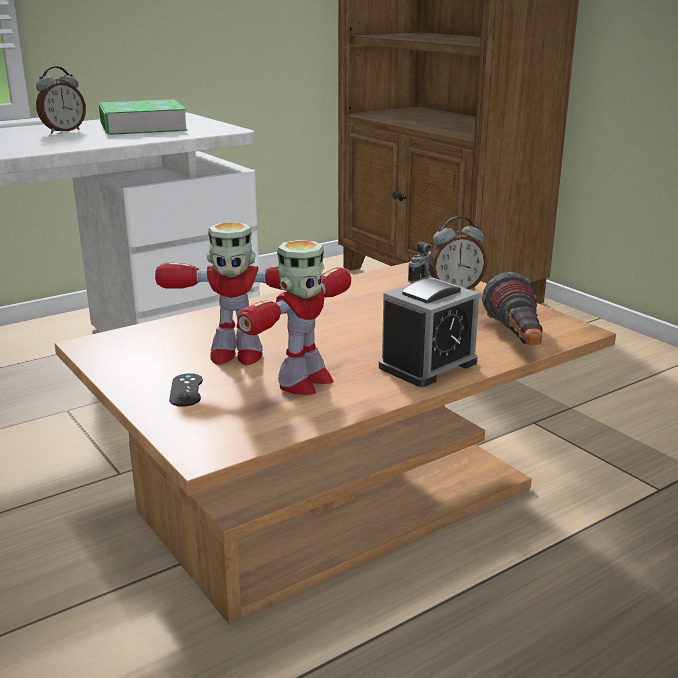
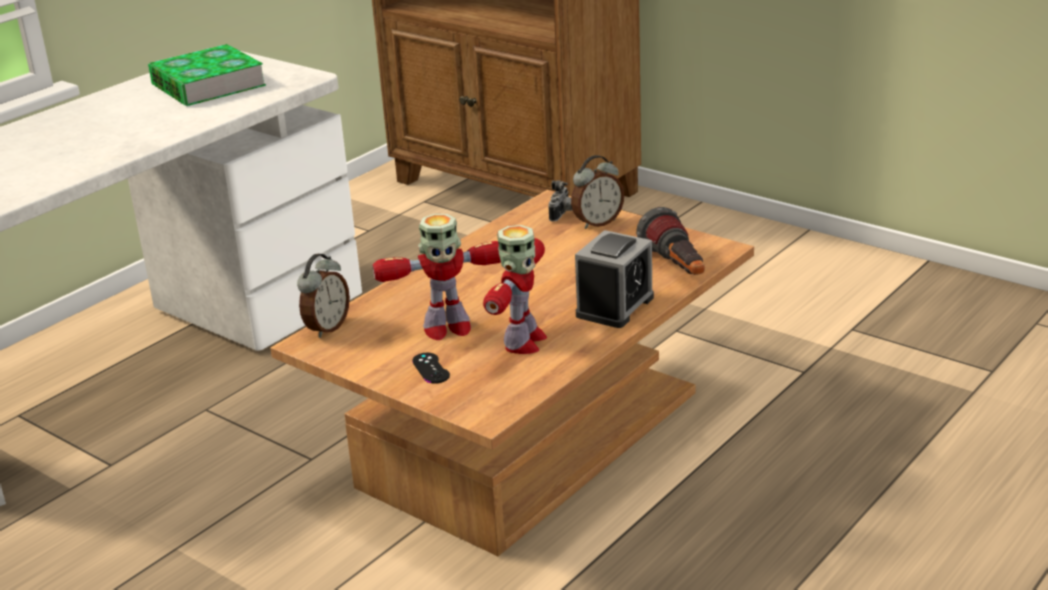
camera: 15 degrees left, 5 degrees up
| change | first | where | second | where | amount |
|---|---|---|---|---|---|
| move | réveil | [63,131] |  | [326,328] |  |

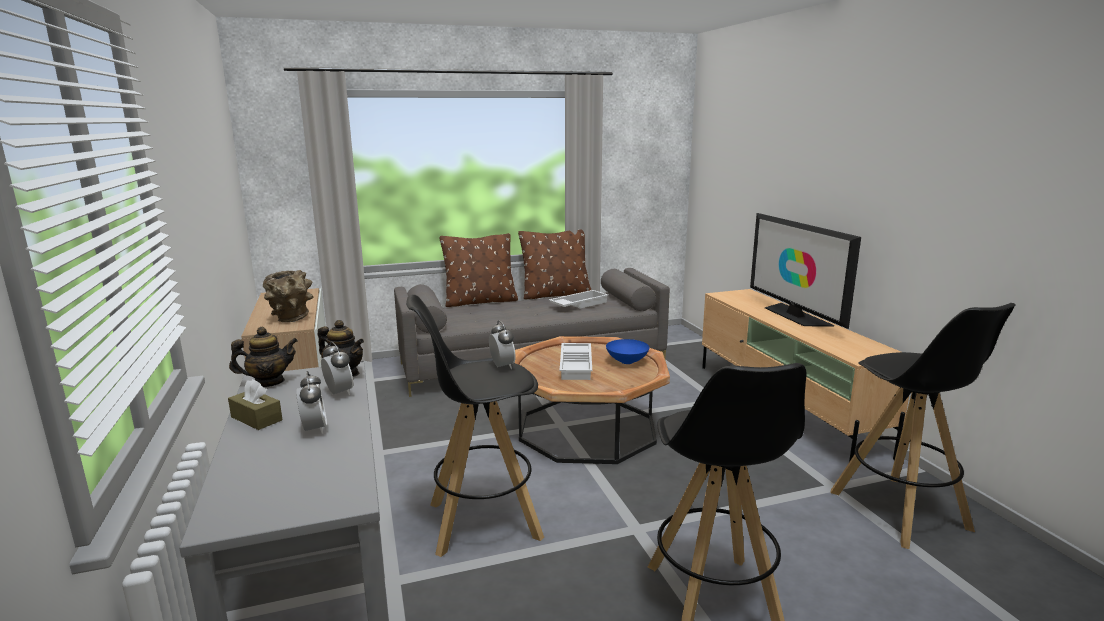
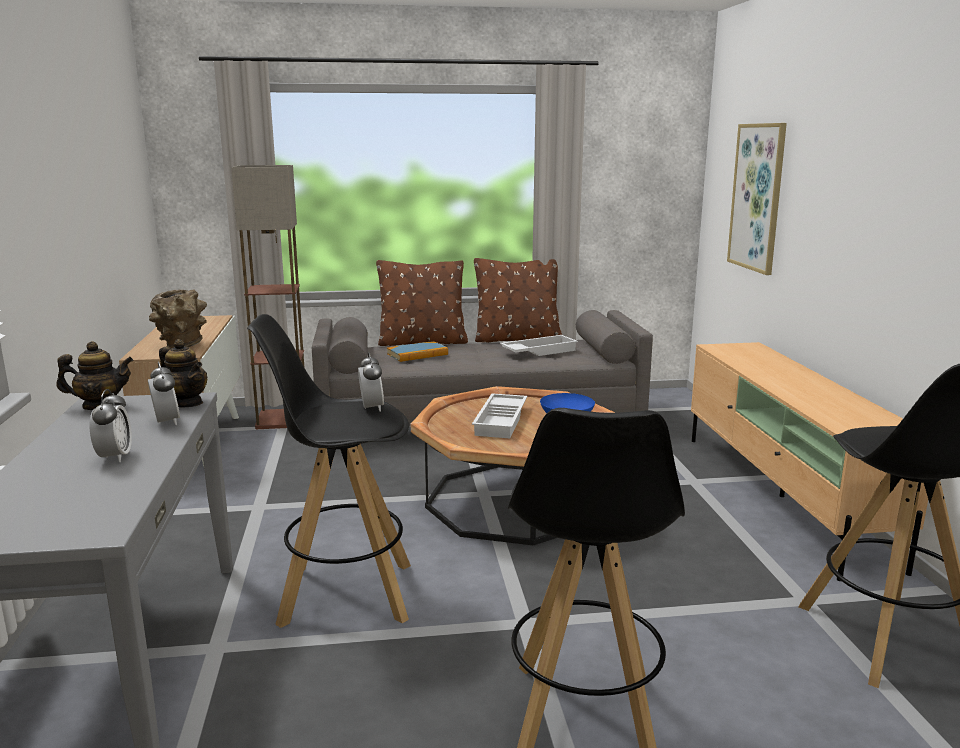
camera: 10 degrees right, 0 degrees up
| change | first | where | second | where | amount |
|---|---|---|---|---|---|
| delete | téléviseur | [795,315] |  |  |  |
| delete | boîte à mouchoirs (marron) | [256,418] |  |  |  |
| insert |  |  | tableau | [757,197] |  |
| insert |  |  | lampadaire | [283,419] |  |
| insert |  |  | livre | [417,354] |  |

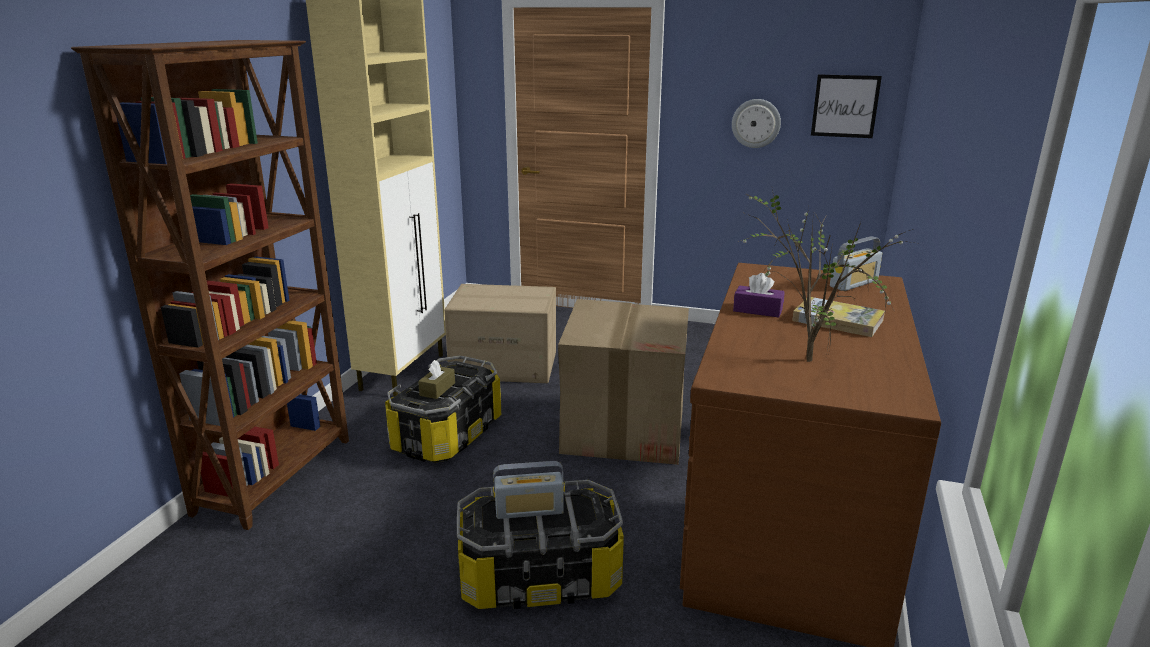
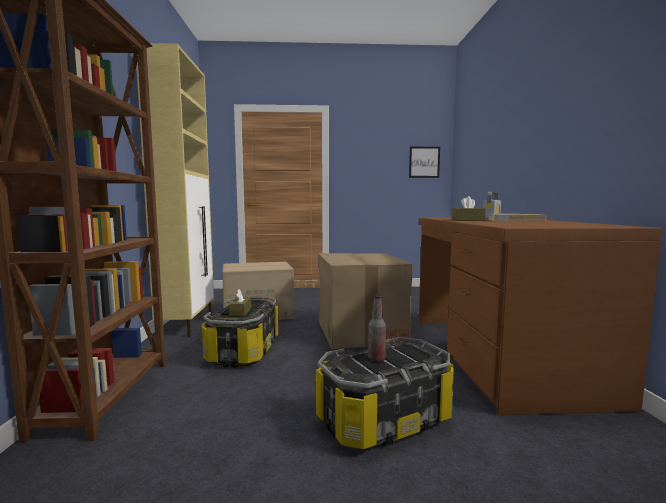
camera: 20 degrees left, 15 degrees down
| change | first | where | second | where | amount |
|---|---|---|---|---|---|
| delete | horloge murale | [756,123] |  |  |  |
| delete | plante en pot | [803,361] |  |  |  |
| recolor | boîte à mouchoirs (violet) | [757,310] | boîte à mouchoirs (marron) | [468,220] |  |
| replace | radio | [529,510] | bouteille | [376,359] |  |

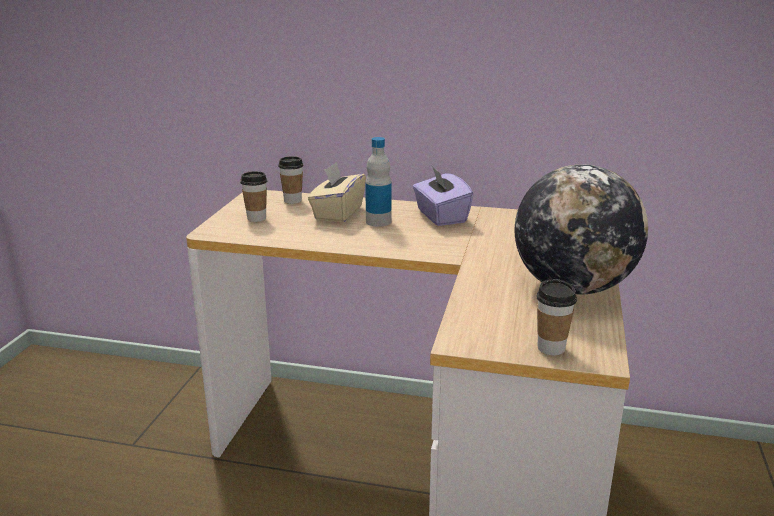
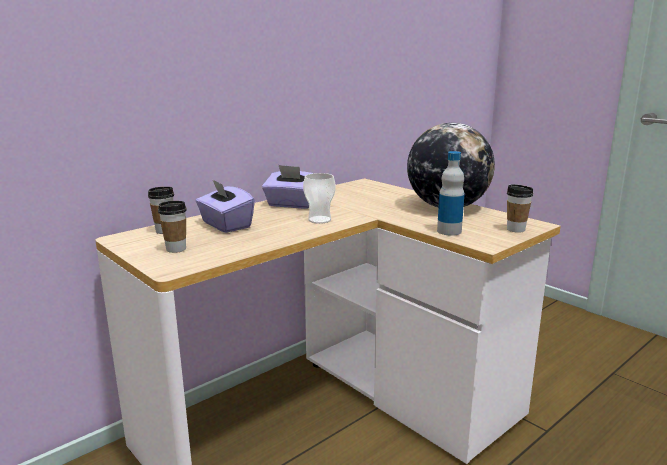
camera: 55 degrees left, 5 degrees down
| change | first | where | second | where | amount |
|---|---|---|---|---|---|
| move | bouteille | [378,221] |  | [449,231] |  |
| recolor | boîte à mouchoirs (beige) | [337,213] | boîte à mouchoirs (violet) | [225,225] |  |
| insert |  |  | tasse | [319,220] |  |

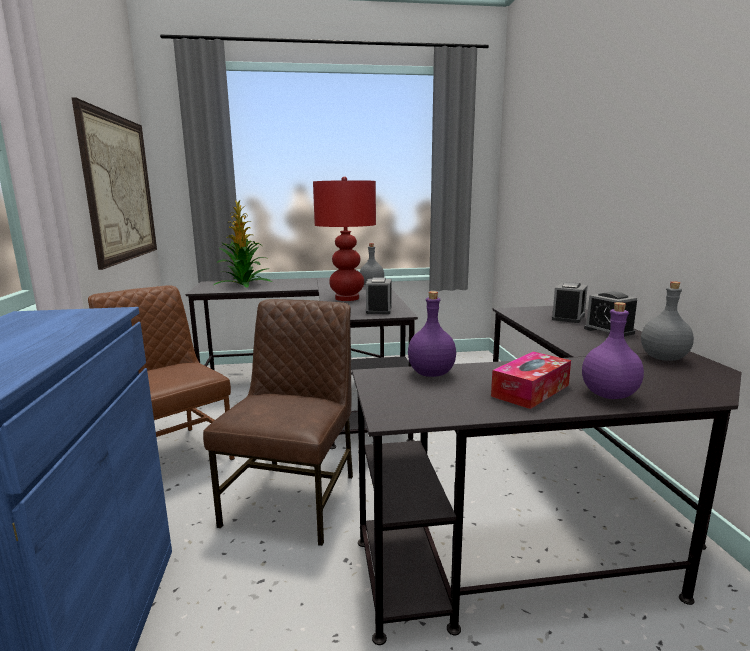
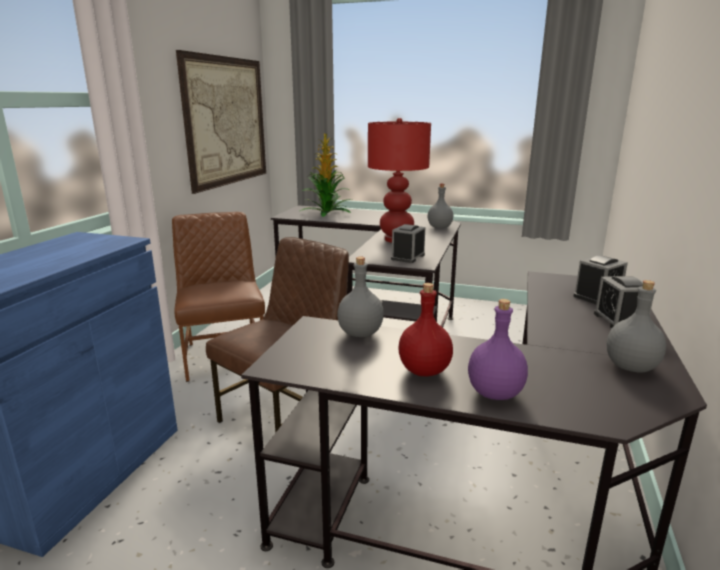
camera: 25 degrees right, 5 degrees up
| change | first | where | second | where | amount |
|---|---|---|---|---|---|
| recolor | bouteille (violet) | [431,374] | bouteille (gris) | [359,333] |  |
| replace | boîte à mouchoirs | [530,390] | bouteille (rouge) | [424,370] |  |

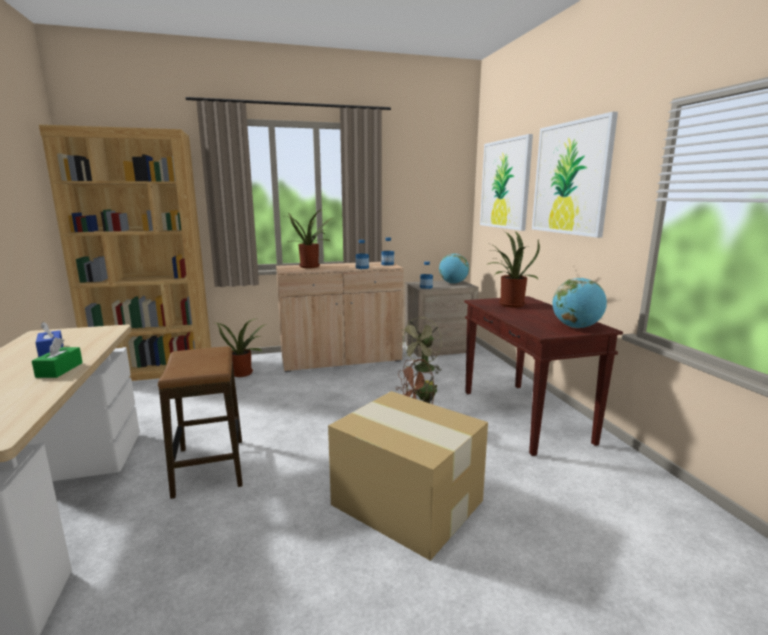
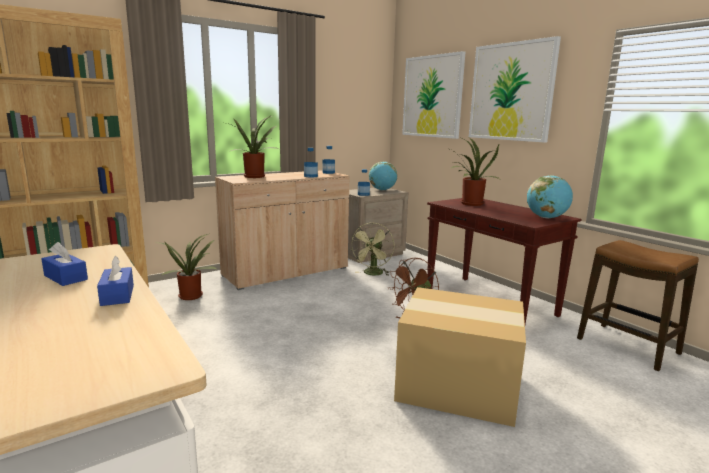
camera: 20 degrees left, 0 degrees up
| change | first | where | second | where | amount |
|---|---|---|---|---|---|
| recolor | boîte à mouchoirs (vert) | [59,370] | boîte à mouchoirs (bleu) | [117,295] |  |
| move | tabouret | [210,467] |  | [628,346] |  |

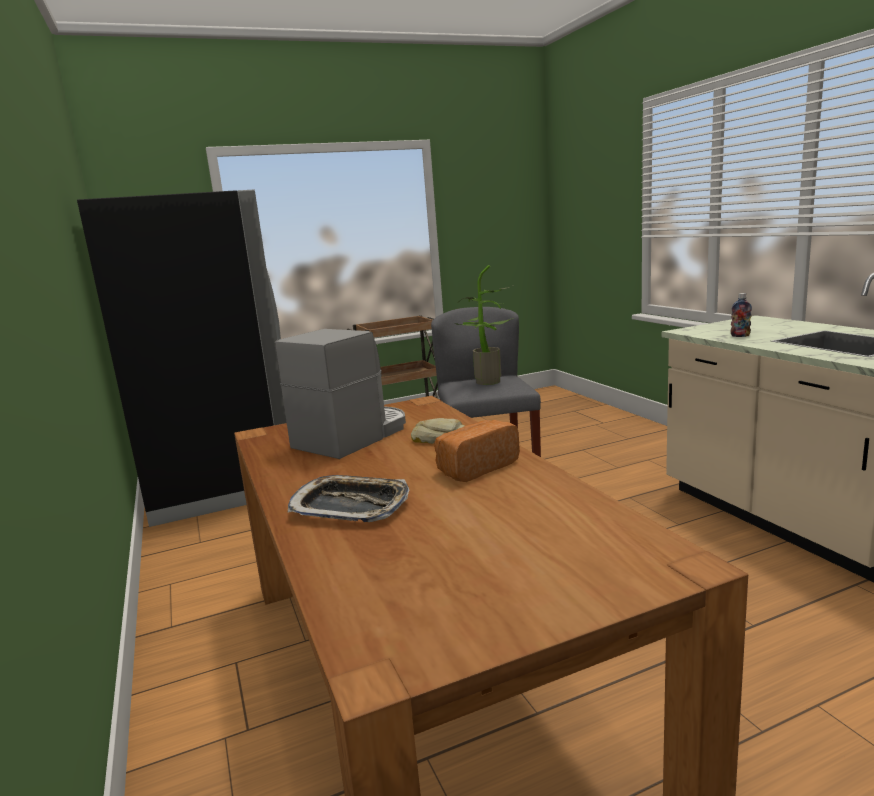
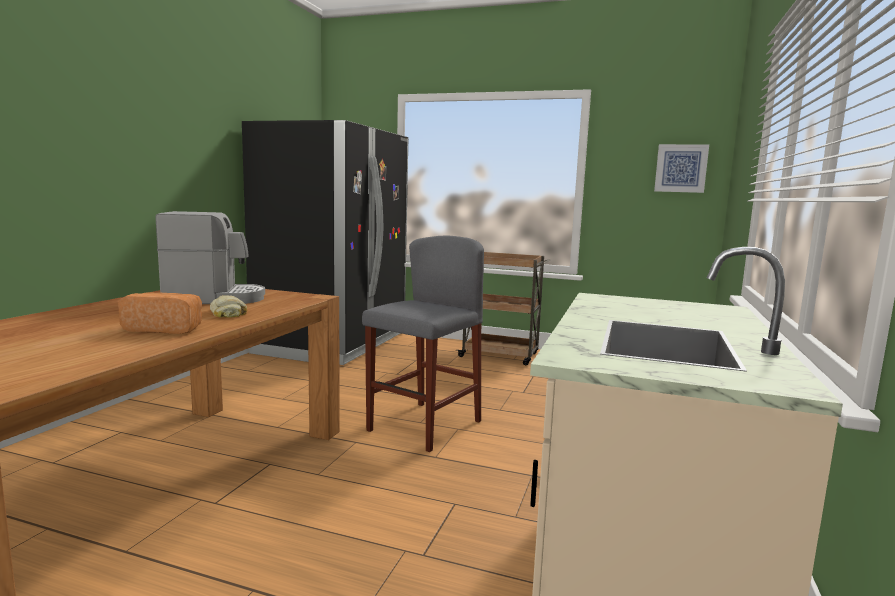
camera: 40 degrees right, 5 degrees down
| change | first | where | second | where | amount |
|---|---|---|---|---|---|
| delete | plante en pot | [486,383] |  |  |  |
| delete | bouteille | [740,336] |  |  |  |
| delete | plateau | [350,506] |  |  |  |
| insert |  |  | tableau | [681,168] |  |

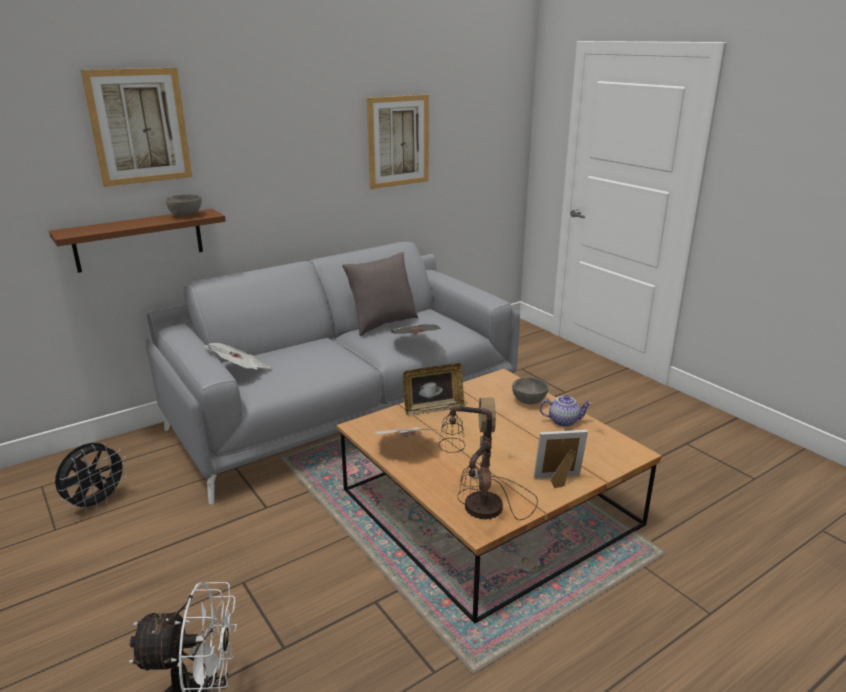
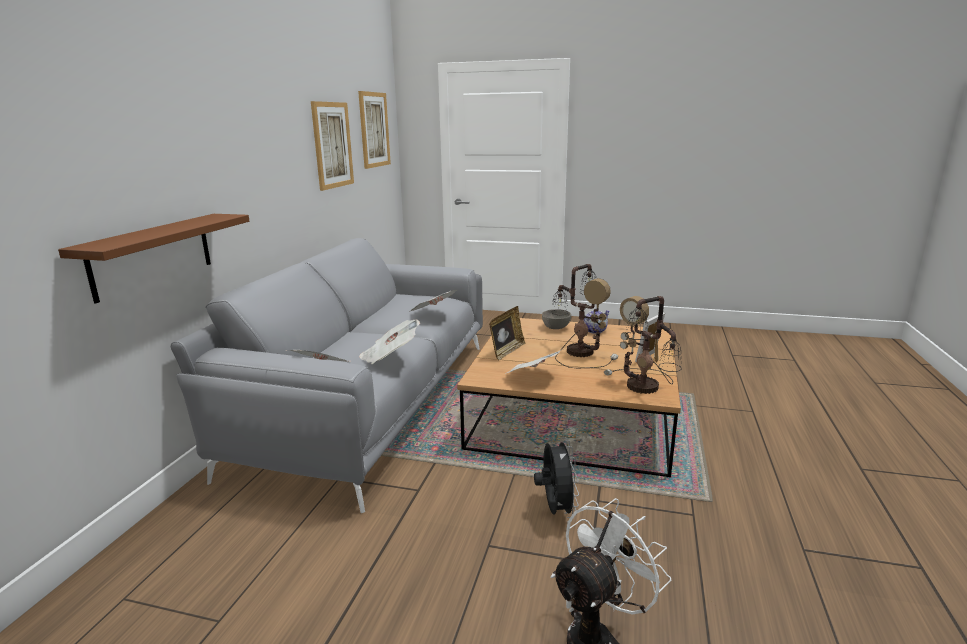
camera: 40 degrees left, 5 degrees down
| change | first | where | second | where | amount |
|---|---|---|---|---|---|
| move | tableau | [139,126] |  | [374,130] |  |
| delete | bol (gris) | [185,215] |  |  |  |
| delete | coussin (gris) | [382,324] |  |  |  |
| move | ventilateur (noir) | [97,502] |  | [555,510] |  |
| insert |  |  | lampe de table | [579,351] |  |
| insert |  |  | journal | [390,356] |  |

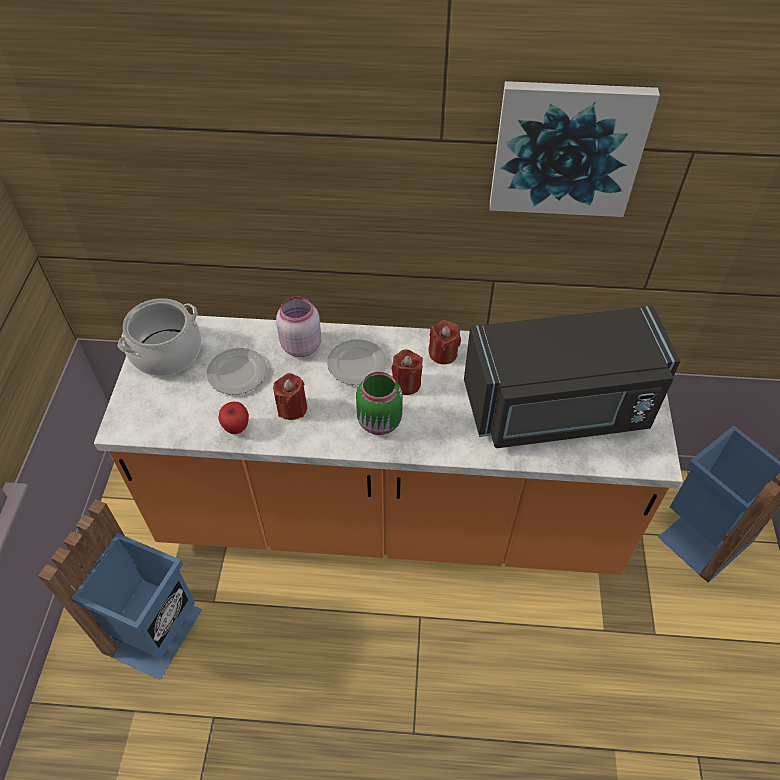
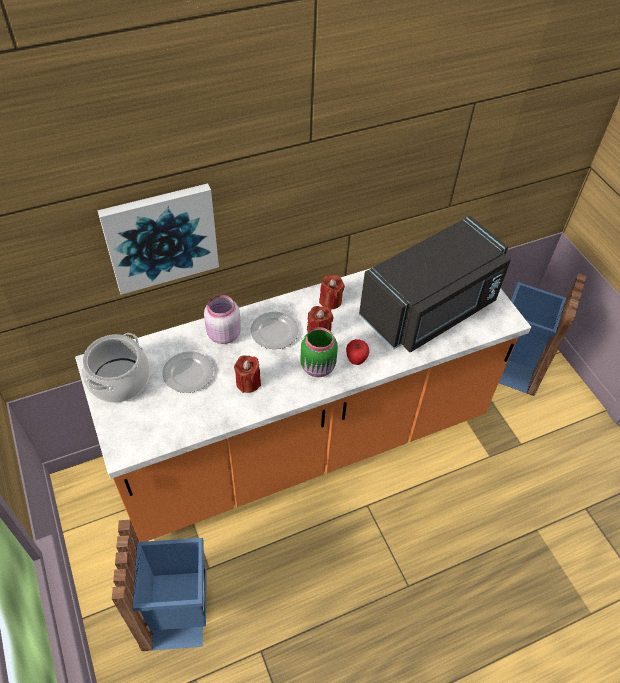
camera: 30 degrees left, 0 degrees up
| change | first | where | second | where | amount |
|---|---|---|---|---|---|
| move | tableau | [567,149] |  | [161,237] |  |
| move | pomme | [236,428] |  | [356,360] |  |

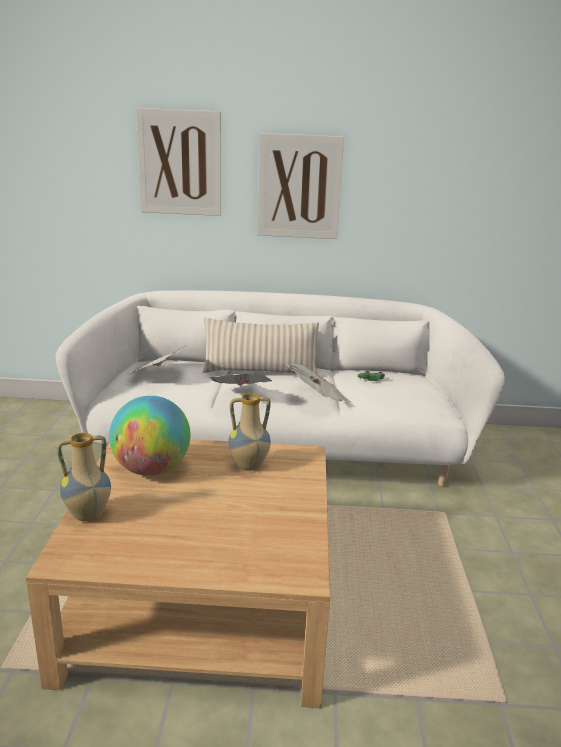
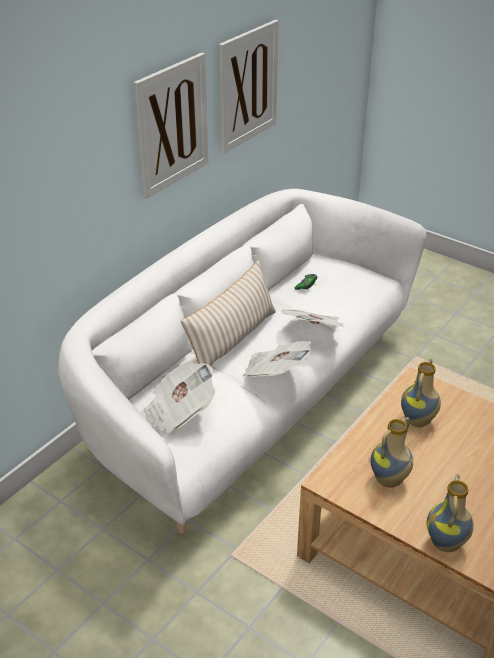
camera: 55 degrees left, 15 degrees up
| change | first | where | second | where | amount |
|---|---|---|---|---|---|
| move | tableau | [180,163] |  | [248,86] |  |
| replace | globe | [151,470] | vase | [389,480] |  |

